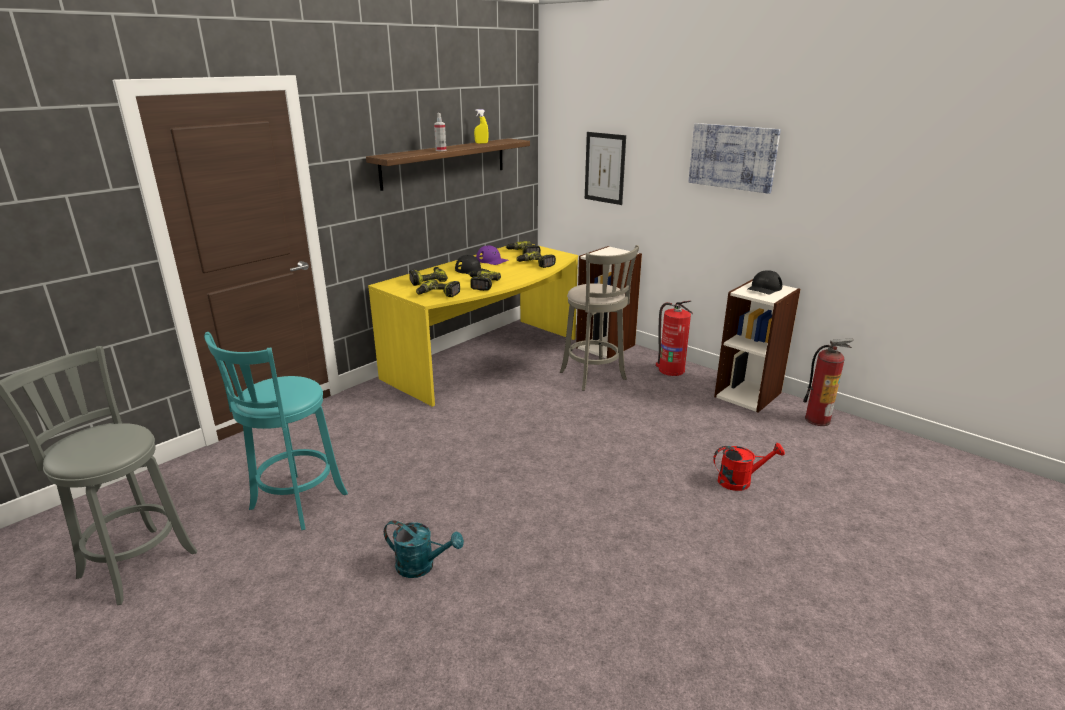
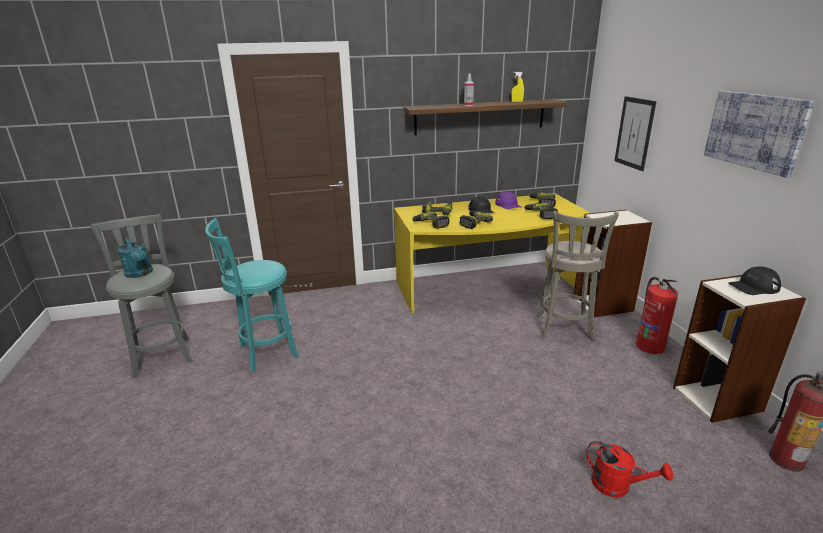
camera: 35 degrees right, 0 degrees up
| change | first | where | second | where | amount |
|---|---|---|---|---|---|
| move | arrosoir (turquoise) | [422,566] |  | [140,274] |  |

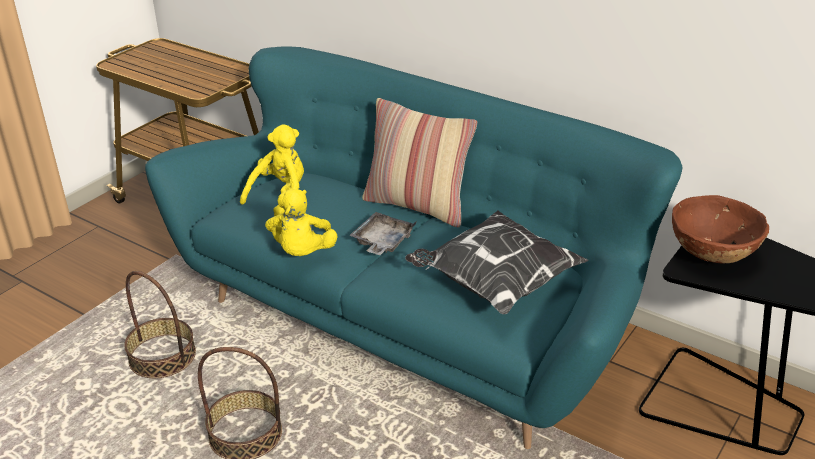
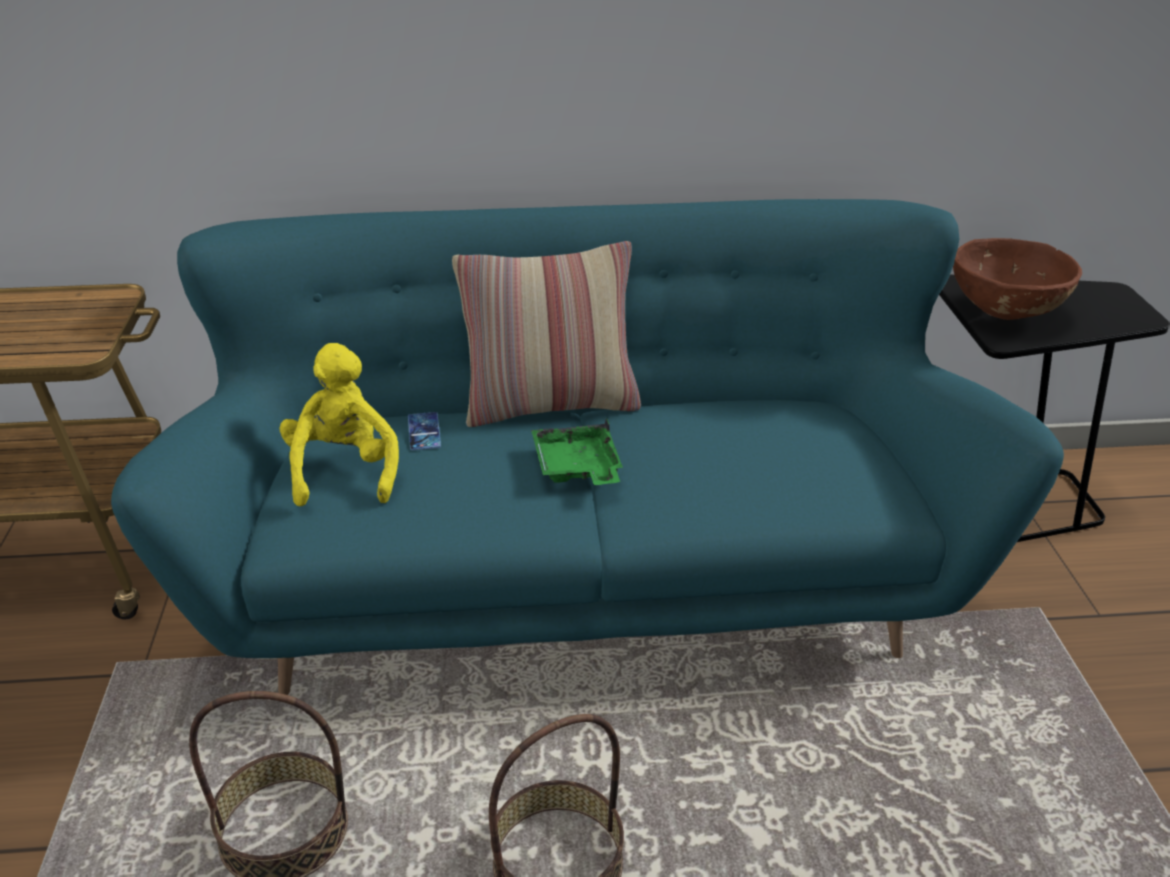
camera: 40 degrees left, 0 degrees up
| change | first | where | second | where | amount |
|---|---|---|---|---|---|
| delete | peluche (jaune) | [302,253] |  |  |  |
| delete | coussin | [494,284] |  |  |  |
| recolor | plateau (gris) | [382,242] | plateau (vert) | [577,468] |  |
| insert |  |  | téléphone | [424,432] |  |

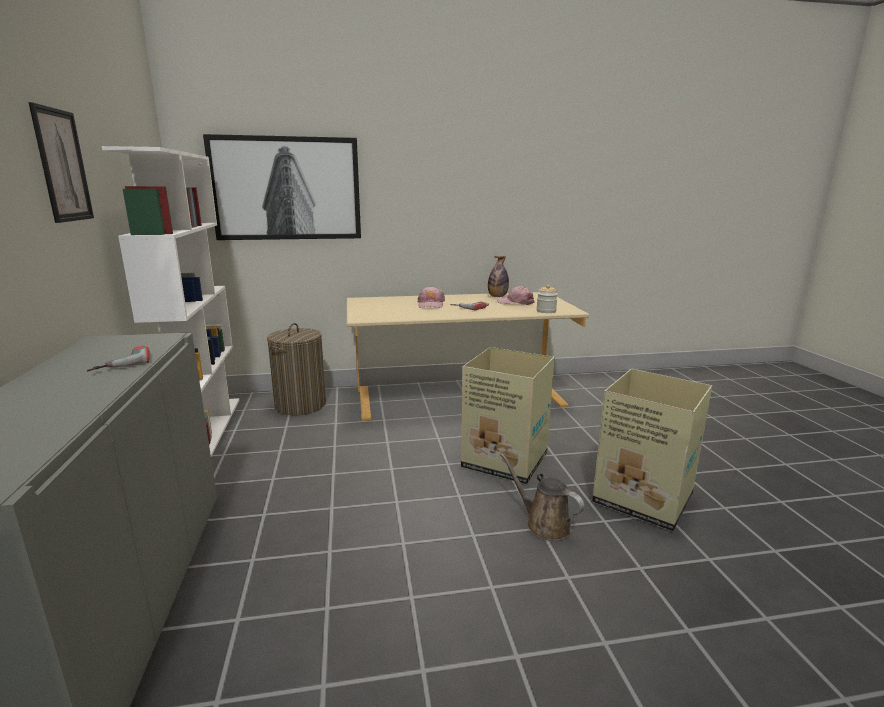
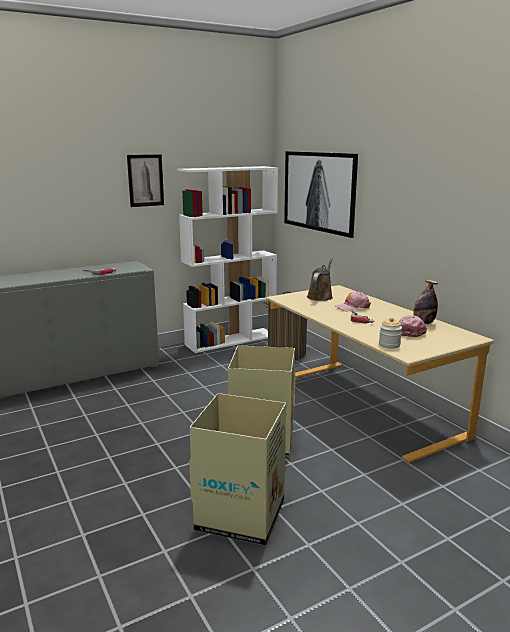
camera: 70 degrees right, 0 degrees up
| change | first | where | second | where | amount |
|---|---|---|---|---|---|
| move | arrosoir (marron) | [544,524] |  | [320,296] |  |

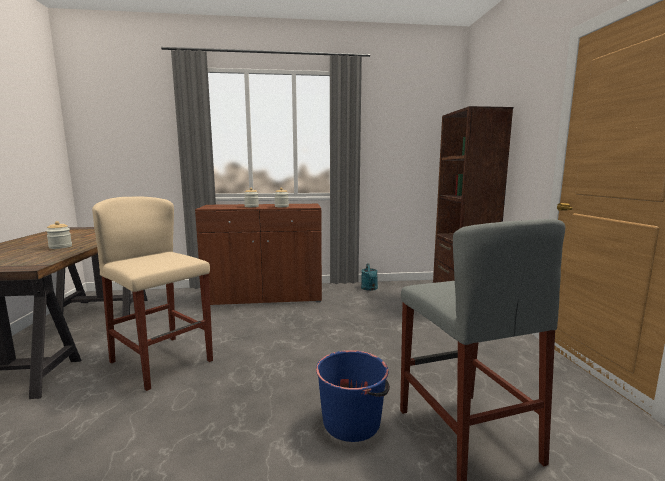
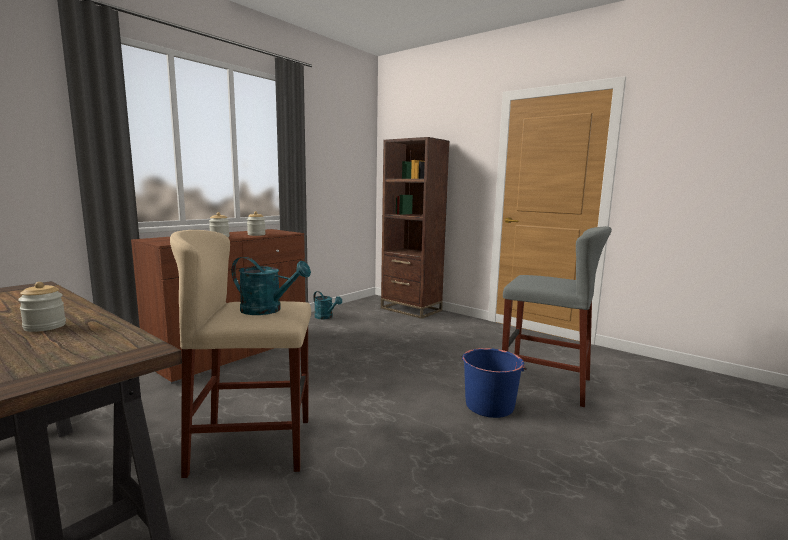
camera: 45 degrees left, 0 degrees up
| change | first | where | second | where | amount |
|---|---|---|---|---|---|
| insert |  |  | arrosoir (turquoise) | [268,310] |  |

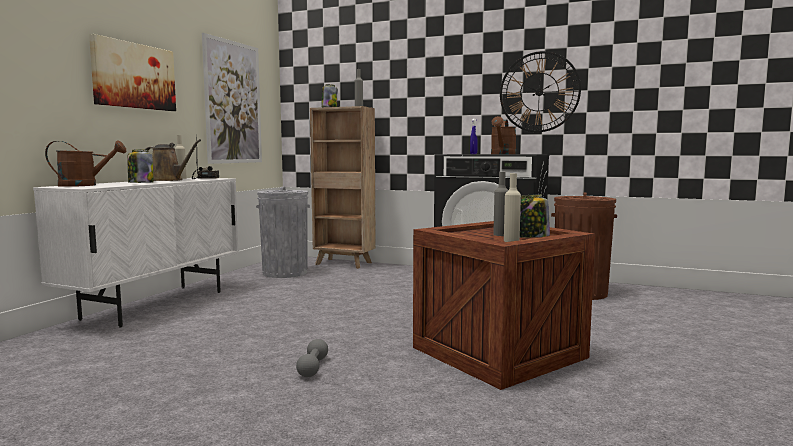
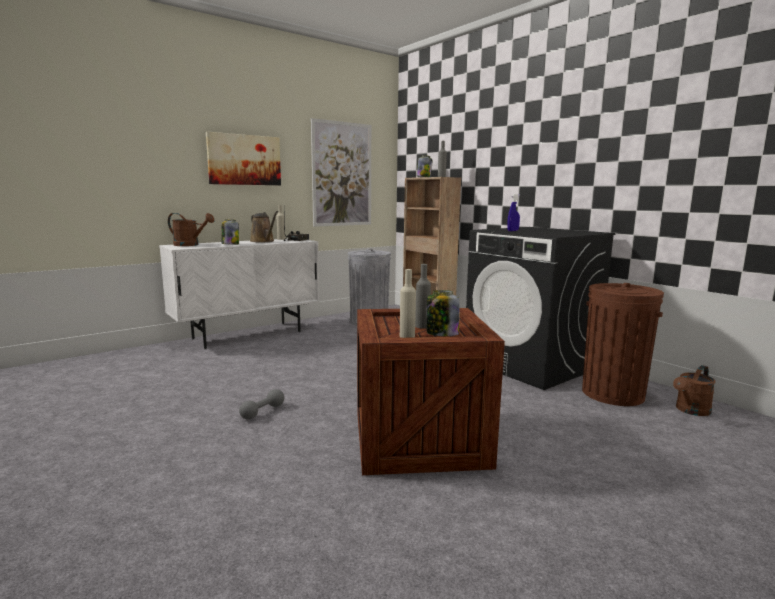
camera: 30 degrees right, 5 degrees up
| change | first | where | second | where | amount |
|---|---|---|---|---|---|
| delete | horloge murale | [539,92] |  |  |  |
| move | arrosoir (marron) | [502,154] |  | [690,411] |  |

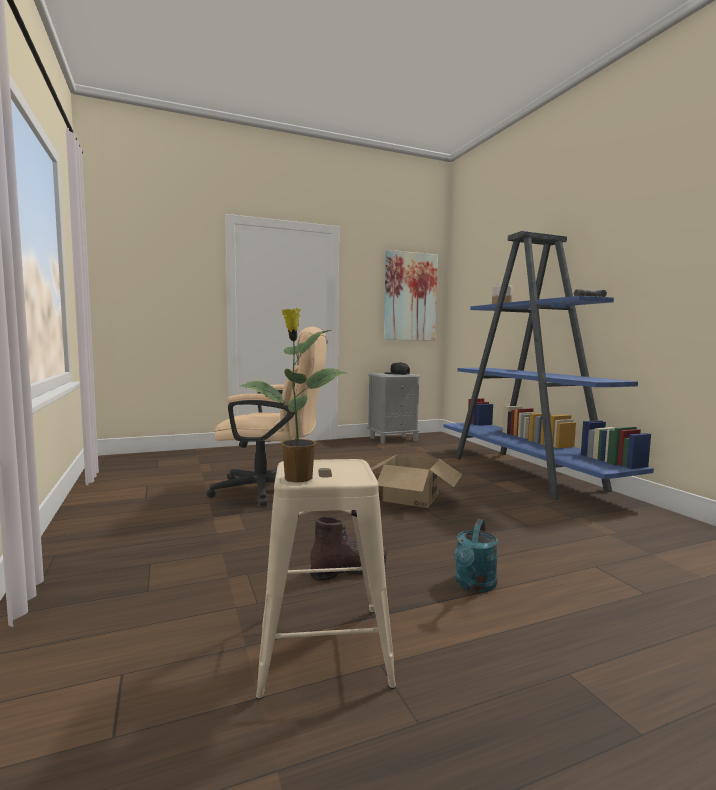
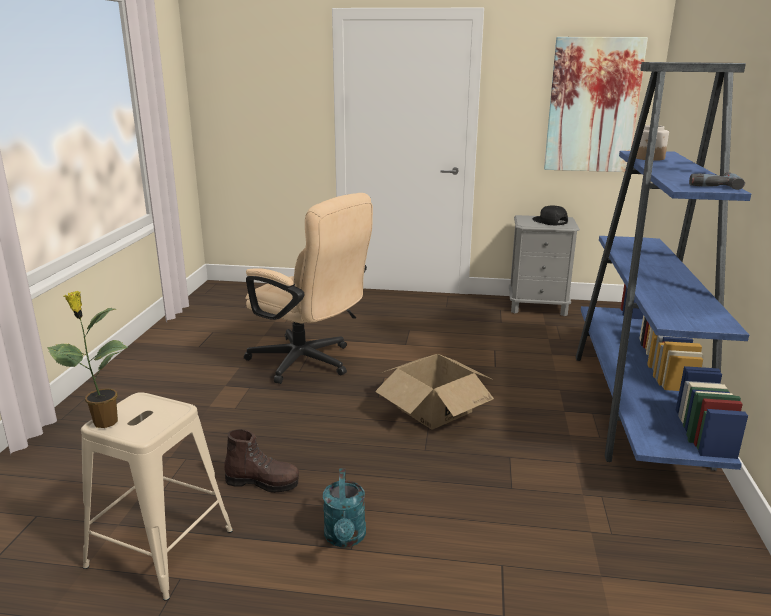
camera: 30 degrees right, 15 degrees up
| change | first | where | second | where | amount |
|---|---|---|---|---|---|
| rotate | arrosoir (turquoise) | [474,585] |  | [345,538] | 60 degrees counterclockwise |

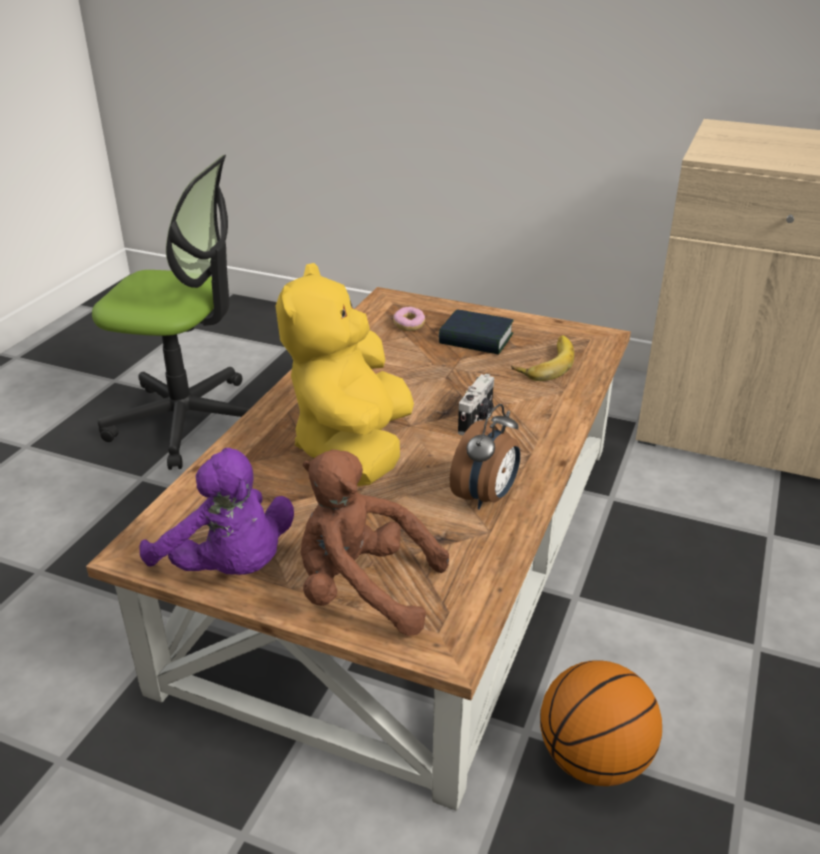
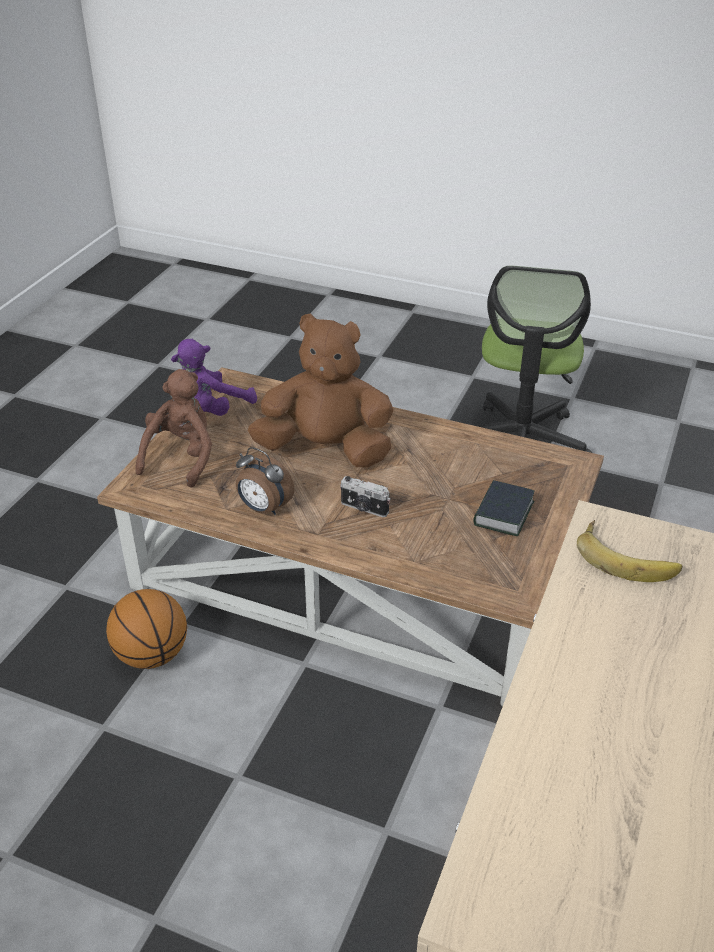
camera: 90 degrees right, 5 degrees up
| change | first | where | second | where | amount |
|---|---|---|---|---|---|
| recolor | peluche (jaune) | [354,449] | peluche (marron) | [326,450] |  |
| delete | beignet | [409,325] |  |  |  |
| move | banane | [544,362] |  | [627,557] |  |

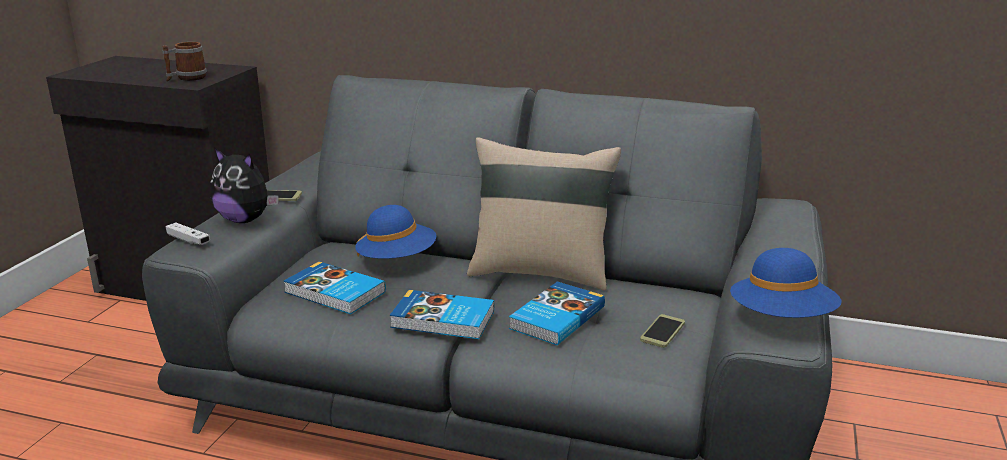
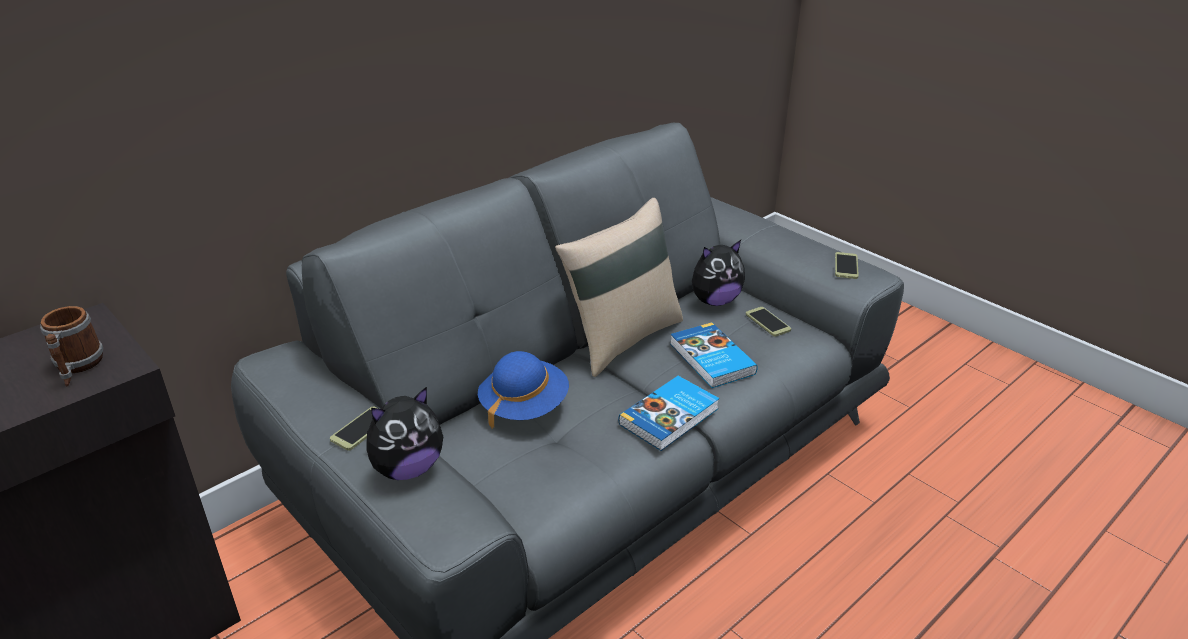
camera: 60 degrees left, 10 degrees up
| change | first | where | second | where | amount |
|---|---|---|---|---|---|
| delete | manette (blanc) | [188,240] |  |  |  |
| replace | chapeau (bleu) | [781,319] | téléphone | [846,266] |  |
| delete | livre | [334,293] |  |  |  |
| insert |  |  | peluche | [714,301] |  |

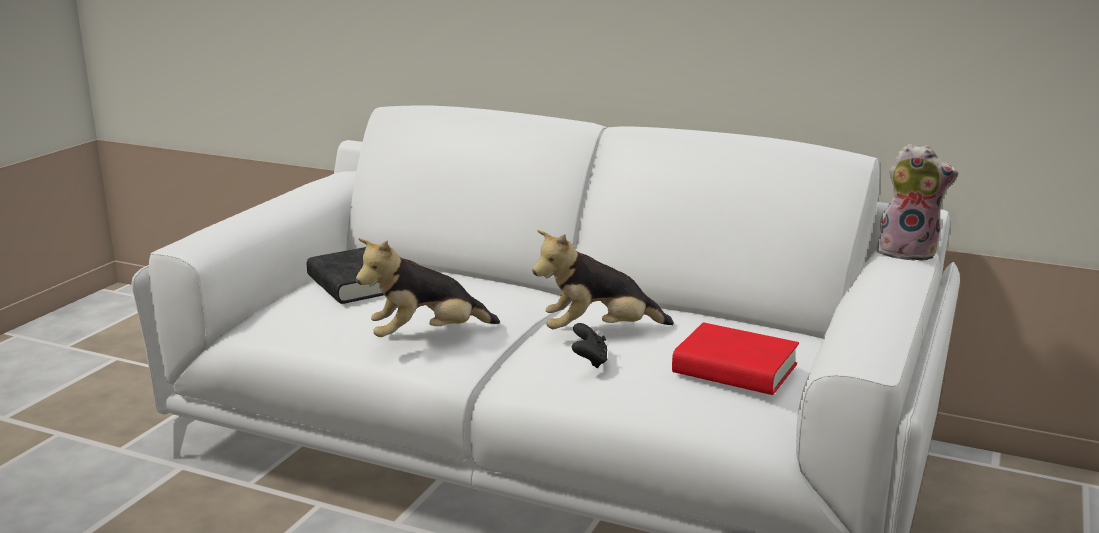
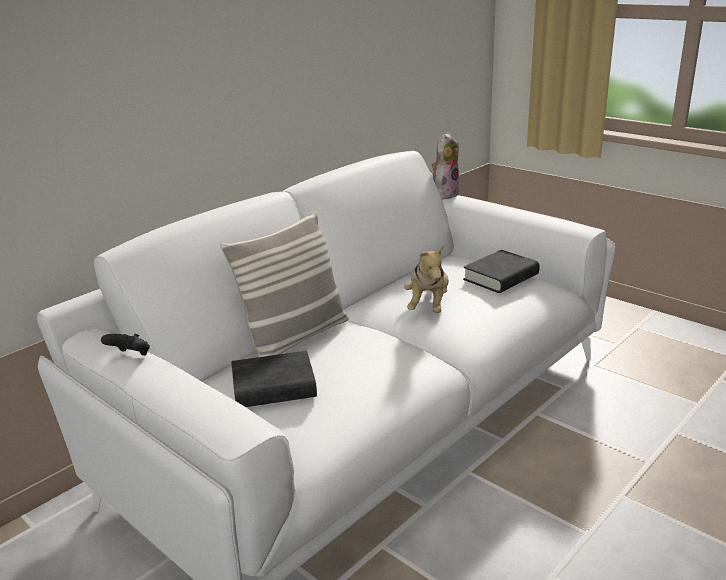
camera: 70 degrees left, 5 degrees up
| change | first | where | second | where | amount |
|---|---|---|---|---|---|
| delete | peluche | [426,336] |  |  |  |
| recolor | livre (rouge) | [734,369] | livre (noir) | [501,277] |  |
| move | manette (noir) | [589,361] |  | [130,356] |  |
| insert |  |  | coussin | [295,339] |  |

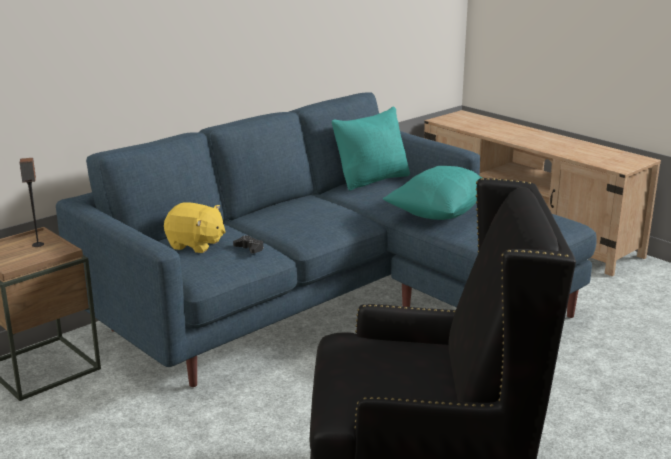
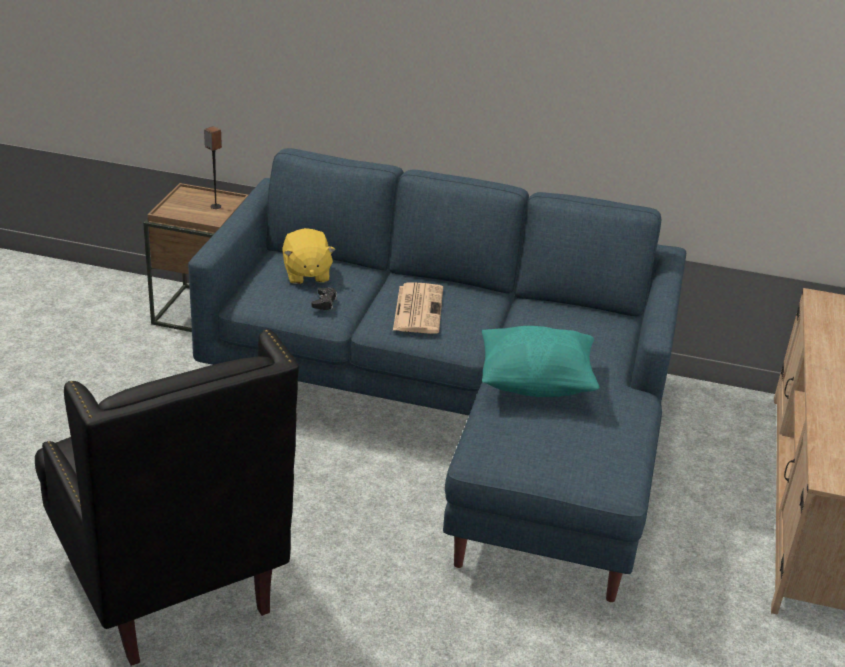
camera: 55 degrees right, 10 degrees up
| change | first | where | second | where | amount |
|---|---|---|---|---|---|
| delete | coussin (turquoise) | [372,180] |  |  |  |
| insert |  |  | journal | [418,308] |  |

